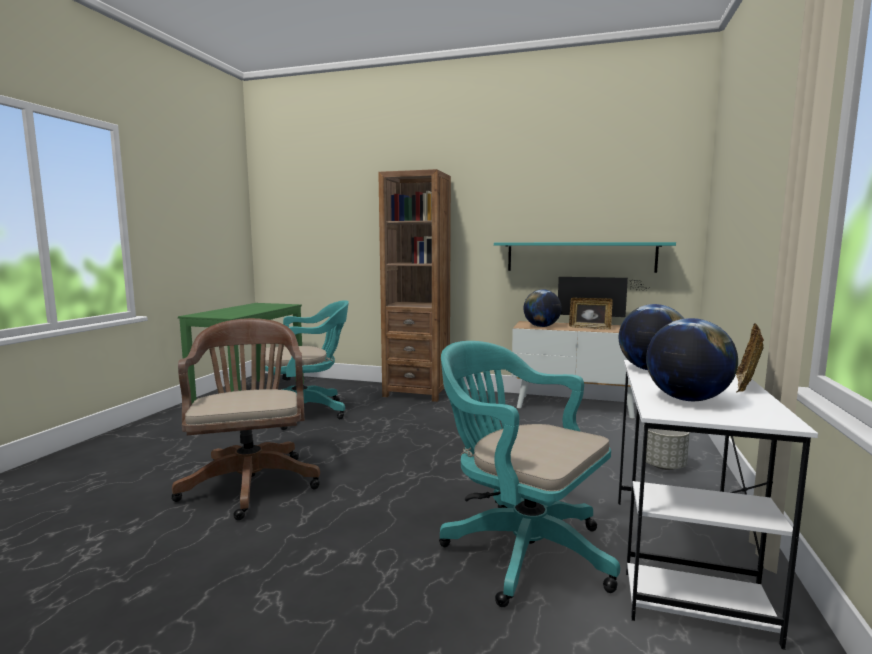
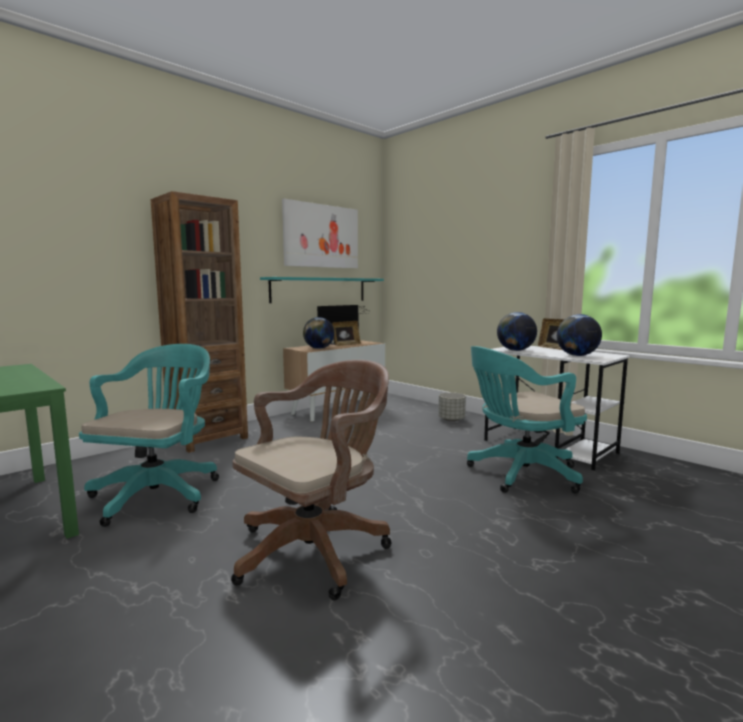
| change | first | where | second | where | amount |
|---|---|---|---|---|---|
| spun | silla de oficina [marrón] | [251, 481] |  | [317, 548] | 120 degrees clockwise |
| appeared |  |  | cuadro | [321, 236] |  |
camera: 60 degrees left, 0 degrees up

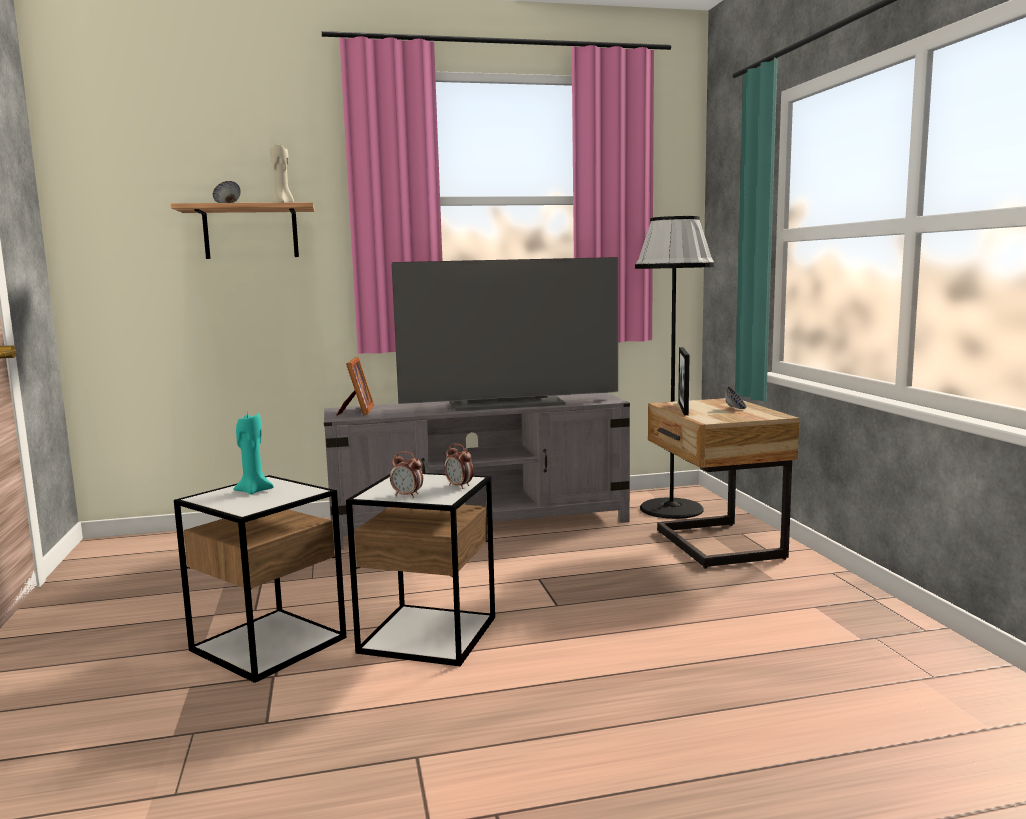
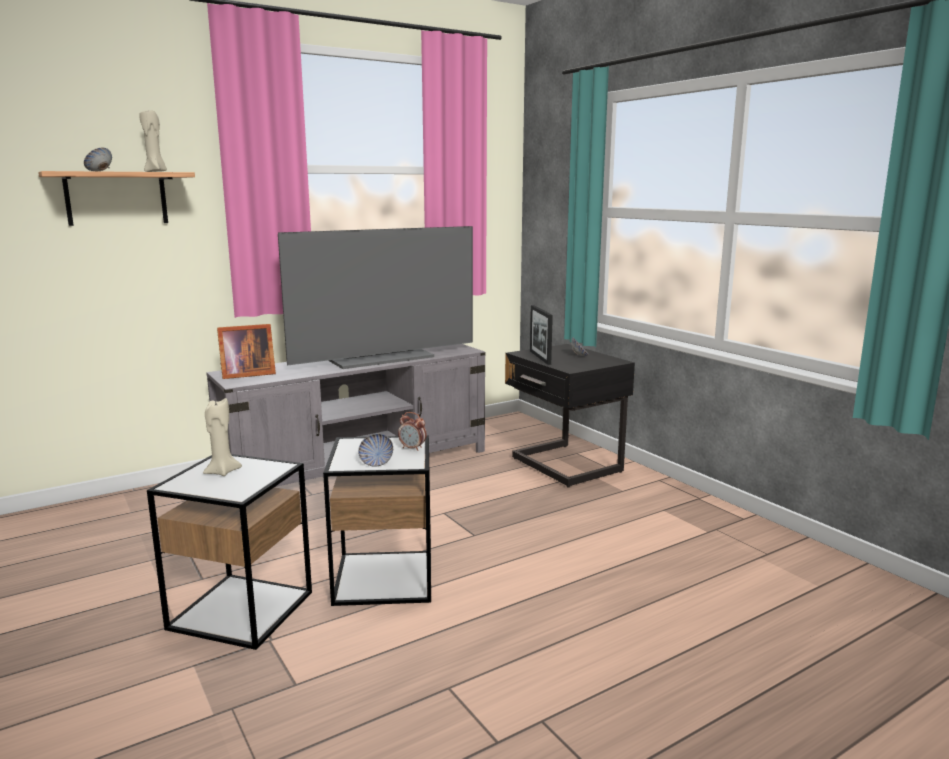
| change | first | where | second | where | amount |
|---|---|---|---|---|---|
| colour | vela [turquesa] | [254, 491] | vela [beis] | [222, 472] |  |
| spun | portarretratos | [357, 411] |  | [245, 374] | 90 degrees clockwise |
| exchanged | despertador | [407, 495] | cuenco | [376, 462] |  |
| colour | mesita de noche [beis] | [715, 545] | mesita de noche [negro] | [564, 466] |  |
| missing | lámpara de pie [negro] | [672, 508] |  |  |  |
camera: 20 degrees left, 5 degrees up

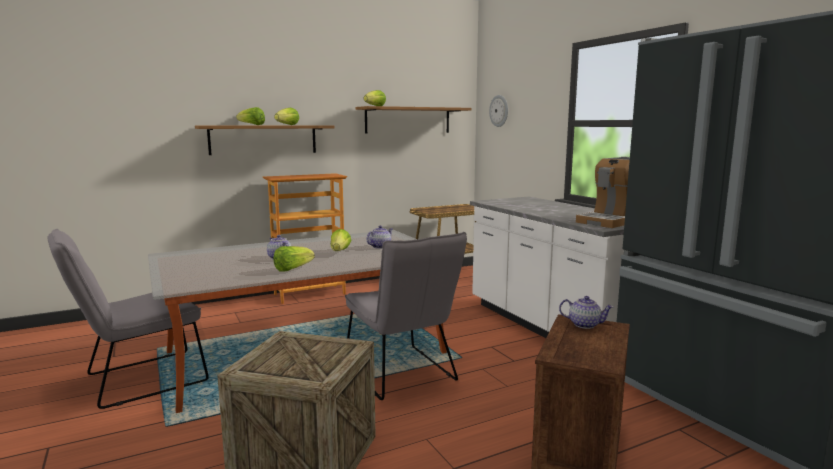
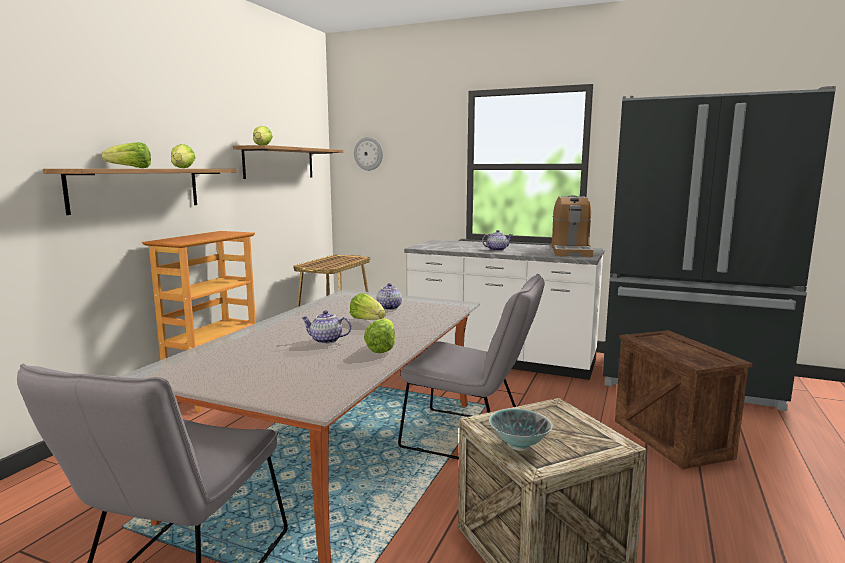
| change | first | where | second | where | amount |
|---|---|---|---|---|---|
| relocated | tetera | [585, 324] |  | [497, 249] |  |
| appeared |  |  | cuenco | [519, 446] |  |
camera: 40 degrees left, 0 degrees up

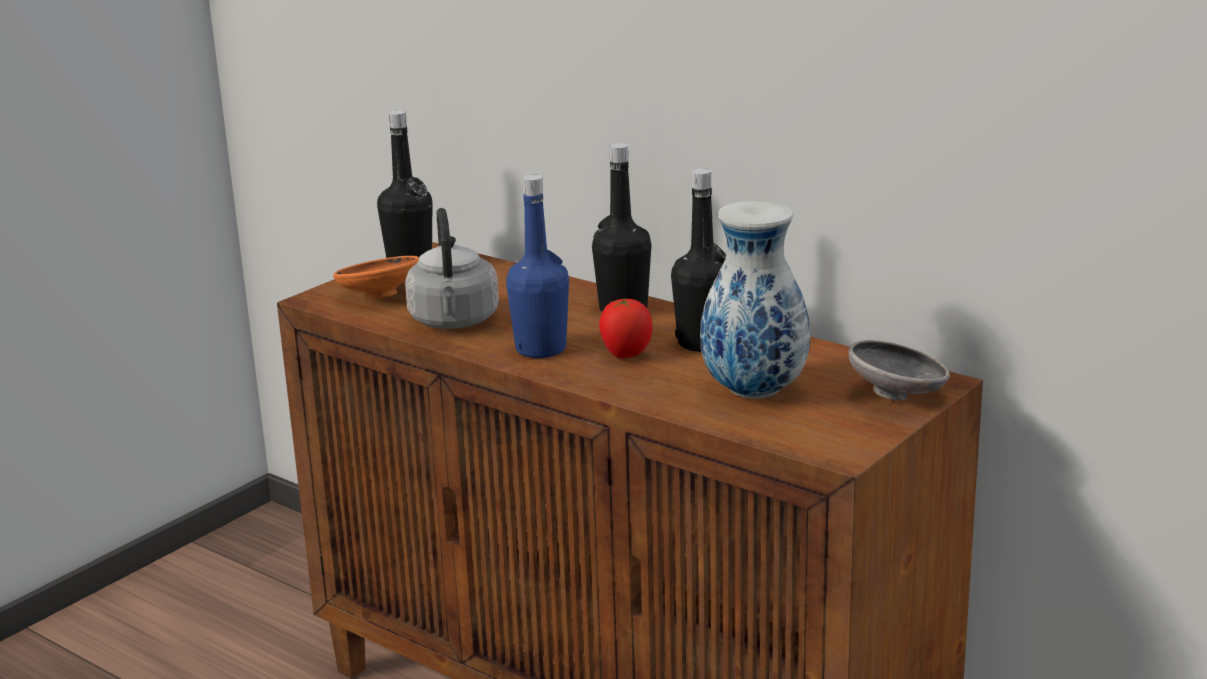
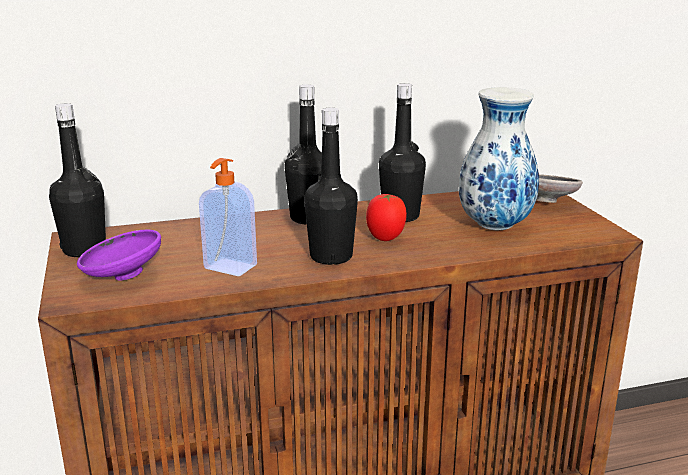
| change | first | where | second | where | amount |
|---|---|---|---|---|---|
| colour | cuenco [naranja] | [379, 296] | cuenco [morado] | [121, 276] |  |
| exchanged | hervidor [gris] | [454, 322] | dispensador de jabón | [229, 267] |  |
| colour | botella [azul] | [541, 349] | botella [negro] | [331, 257] |  |
camera: 55 degrees left, 0 degrees up

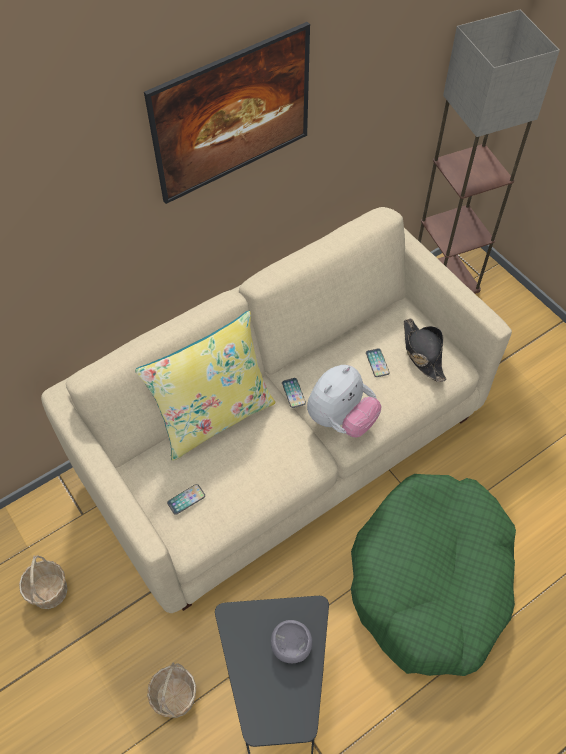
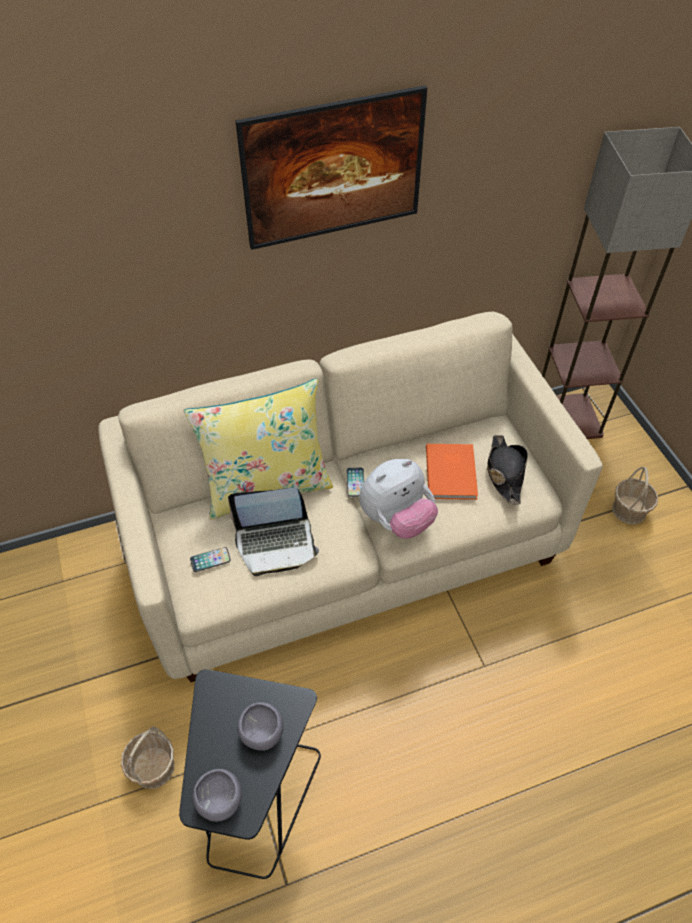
| change | first | where | second | where | amount |
|---|---|---|---|---|---|
| appeared |  |  | cuenco [gris] | [220, 799] |  |
| appeared |  |  | portátil | [275, 543] |  |
| exchanged | móvil | [377, 363] | libro [naranja] | [452, 472] |  |
| relocated | cesta | [49, 590] |  | [629, 510] |  |
| missing | cama para perro [verde] | [431, 580] |  |  |  |
camera: 15 degrees right, 5 degrees down

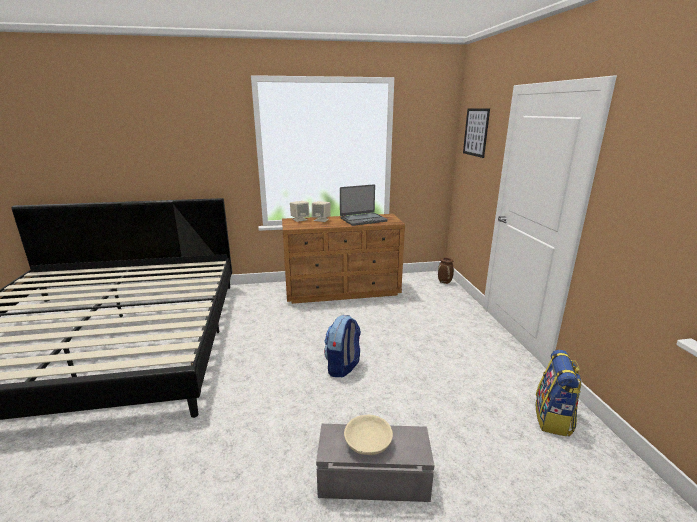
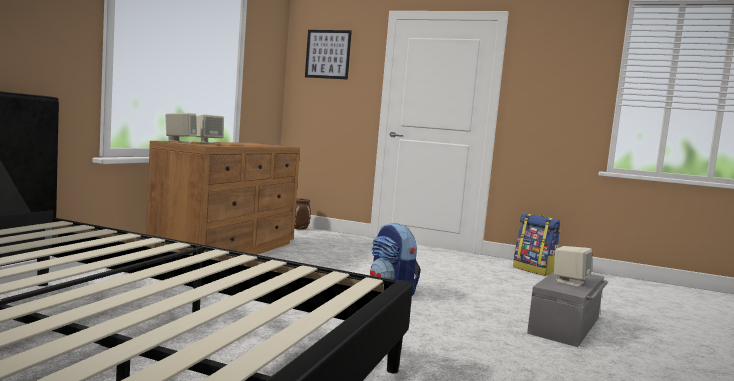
| change | first | where | second | where | amount |
|---|---|---|---|---|---|
| exchanged | cuenco [beis] | [368, 443] | altavoz [beis] | [570, 282] |  |
| missing | portátil | [363, 220] |  |  |  |
camera: 60 degrees left, 15 degrees down

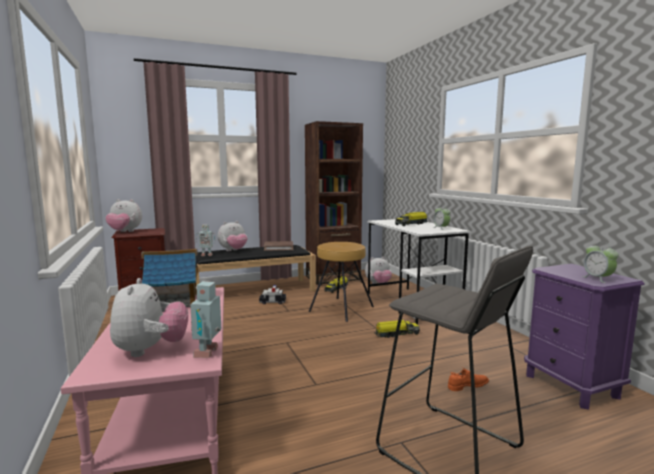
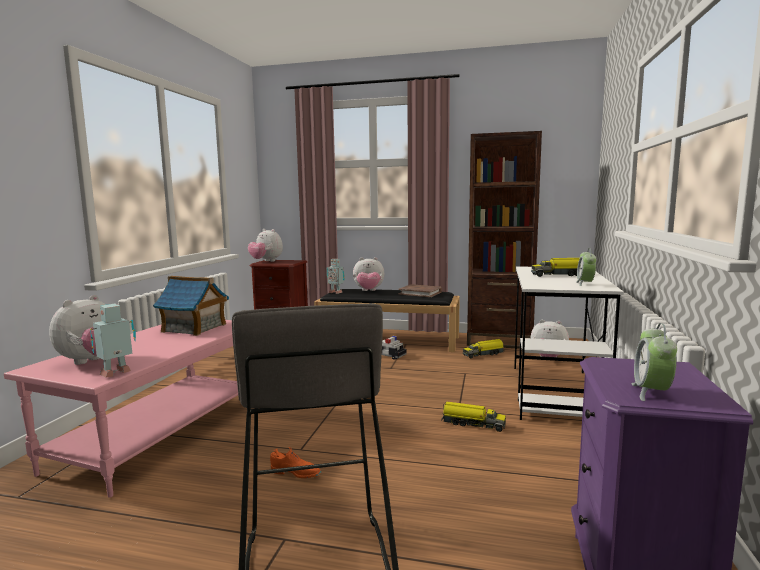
| change | first | where | second | where | amount |
|---|---|---|---|---|---|
| relocated | zapato [naranja] | [468, 386] |  | [296, 473] |  |
| missing | taburete [marrón] | [341, 309] |  |  |  |
camera: 35 degrees right, 0 degrees up

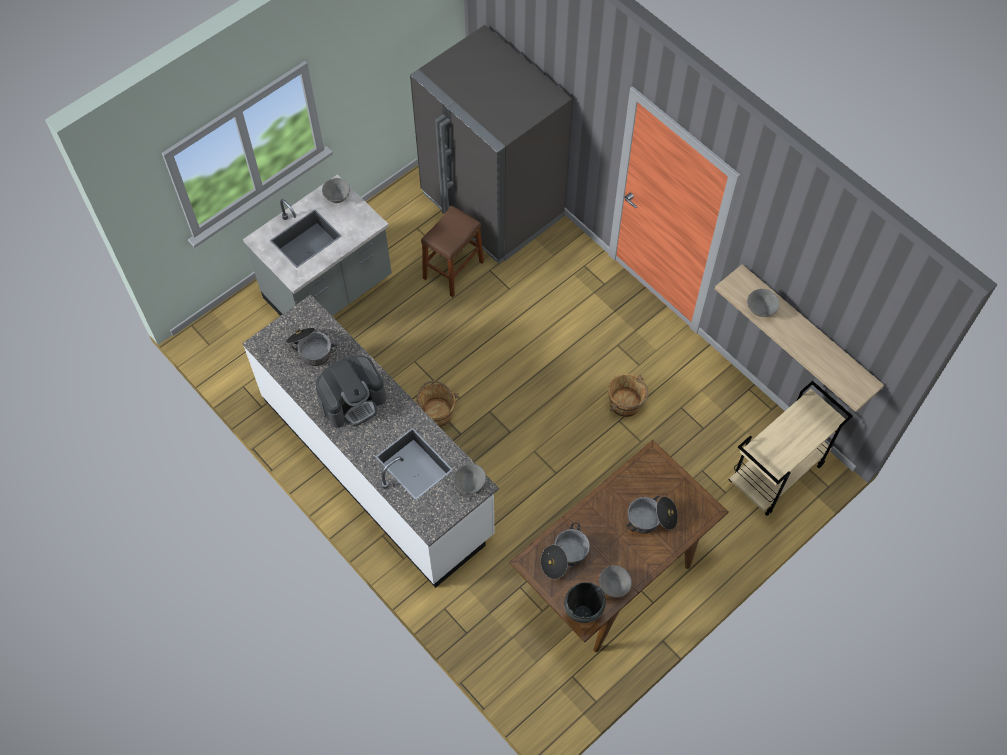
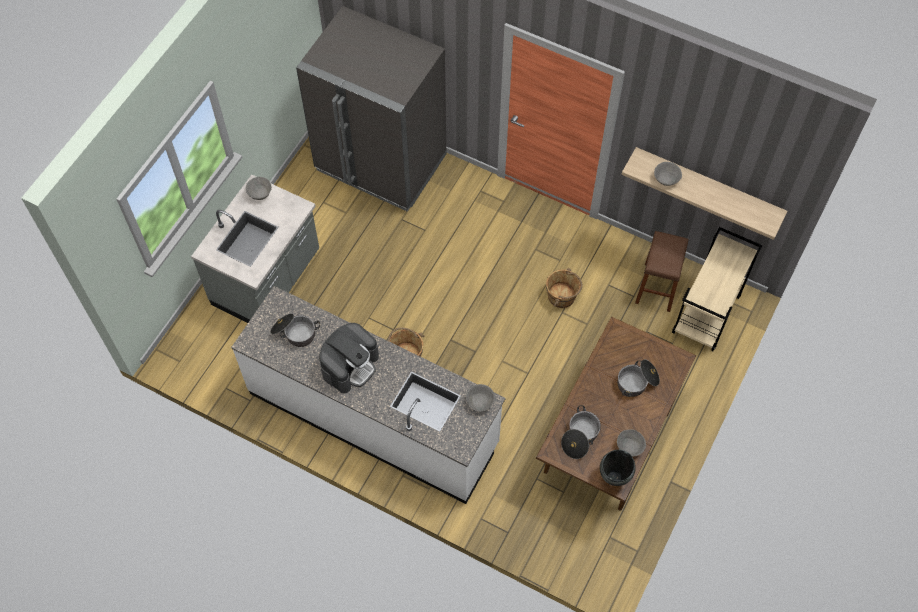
| change | first | where | second | where | amount |
|---|---|---|---|---|---|
| relocated | taburete [marrón] | [453, 270] |  | [657, 287] |  |
camera: 20 degrees left, 0 degrees up

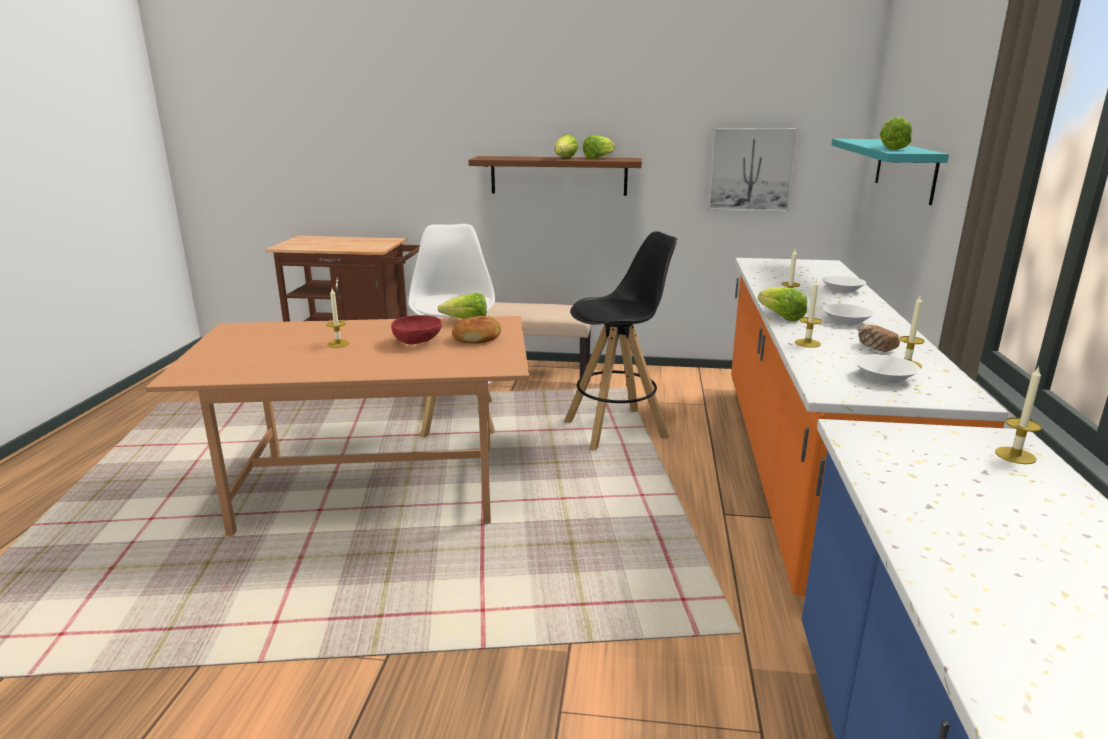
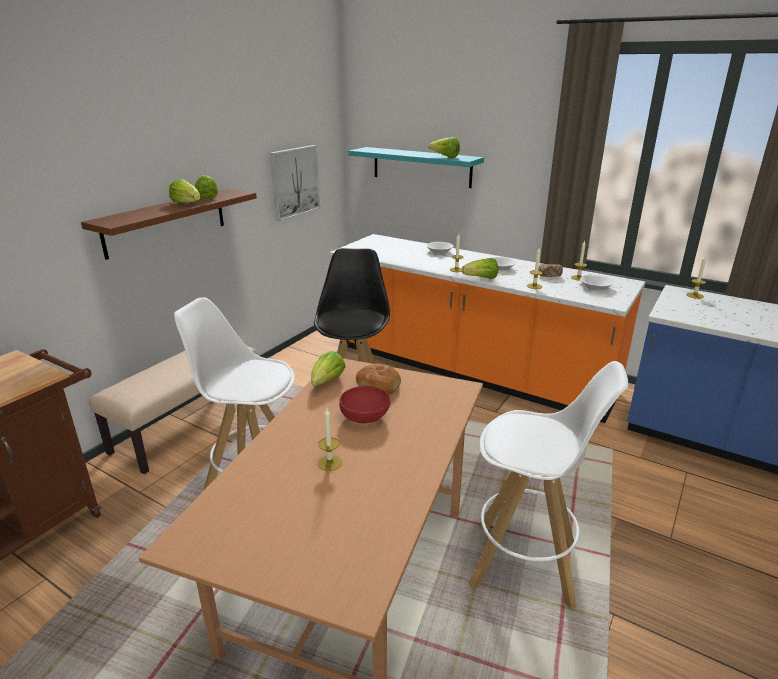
| change | first | where | second | where | amount |
|---|---|---|---|---|---|
| appeared |  |  | taburete [blanco] | [525, 565] |  |
camera: 65 degrees left, 5 degrees up

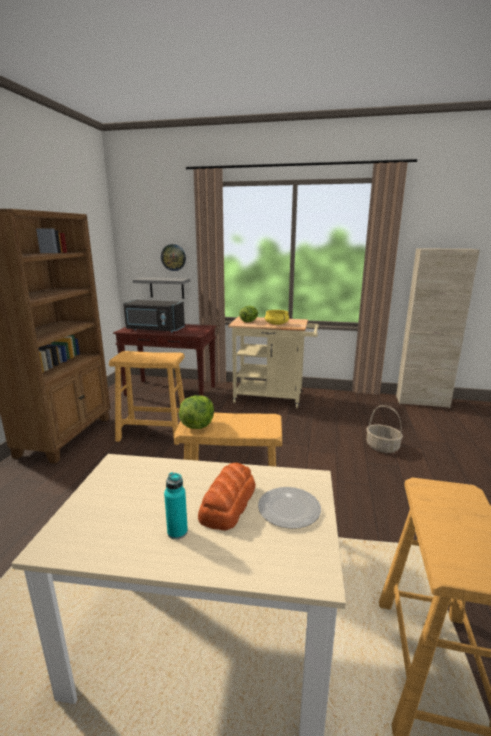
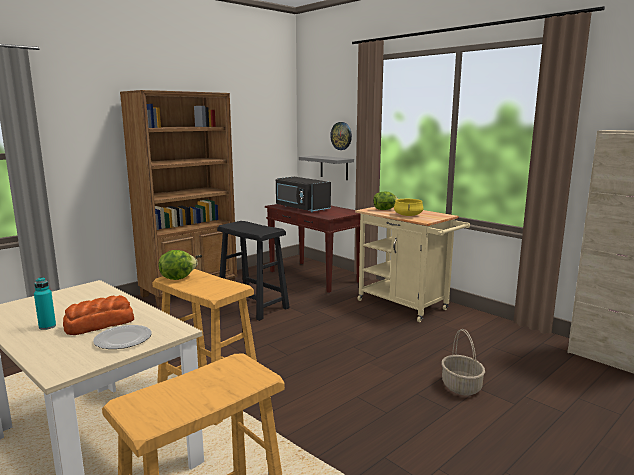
| change | first | where | second | where | amount |
|---|---|---|---|---|---|
| colour | taburete [beis] | [153, 433] | taburete [negro] | [252, 306] |  |
camera: 35 degrees right, 5 degrees down

